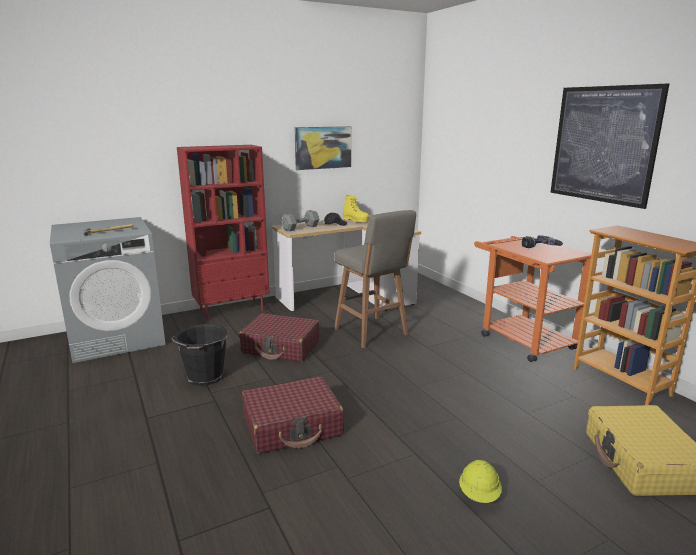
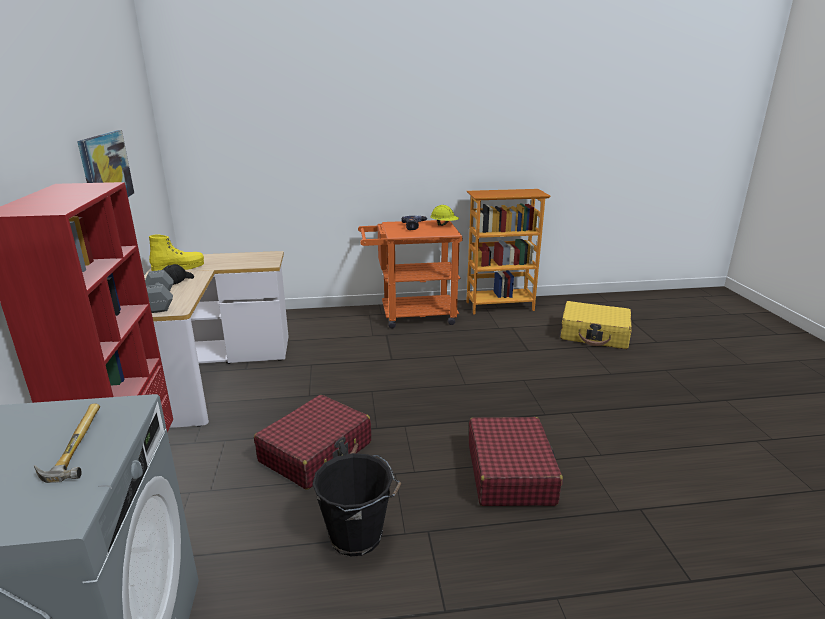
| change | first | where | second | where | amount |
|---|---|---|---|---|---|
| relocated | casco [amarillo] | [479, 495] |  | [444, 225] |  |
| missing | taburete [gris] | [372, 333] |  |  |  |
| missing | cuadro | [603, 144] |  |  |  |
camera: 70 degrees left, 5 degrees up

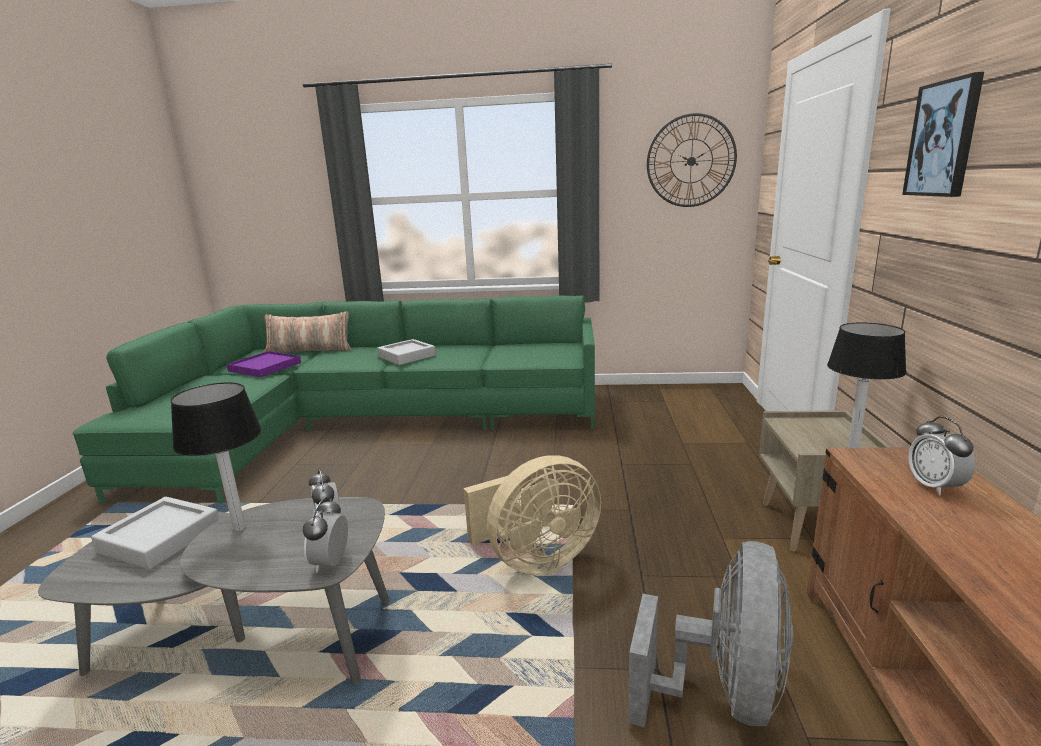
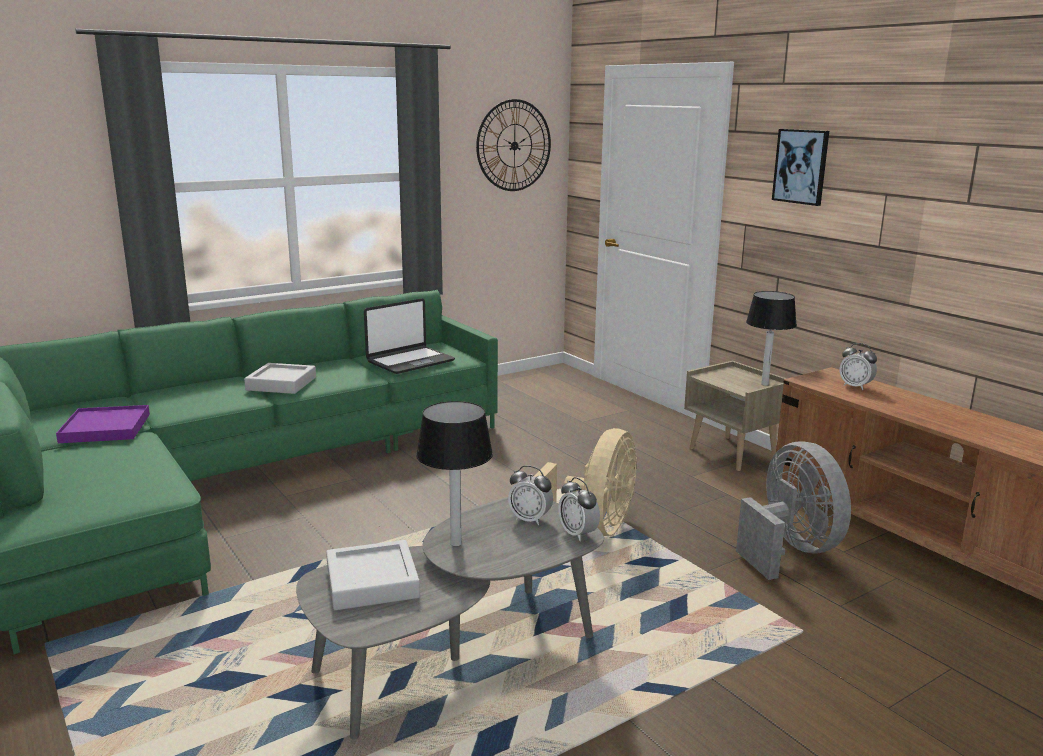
| change | first | where | second | where | amount |
|---|---|---|---|---|---|
| appeared |  |  | portátil | [410, 361] |  |
| missing | cojín | [309, 350] |  |  |  |
camera: 40 degrees left, 0 degrees up

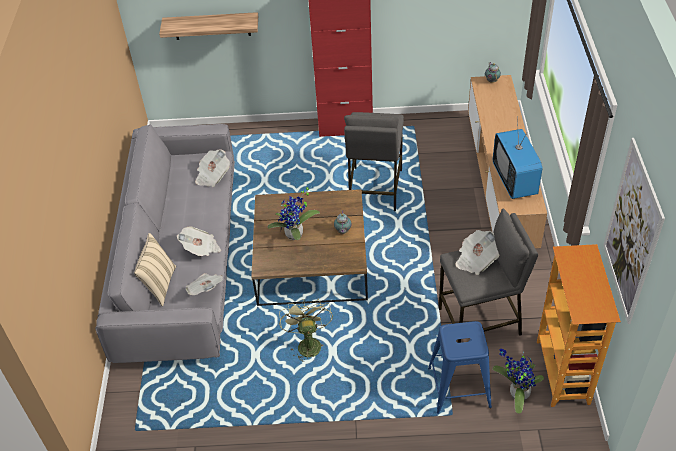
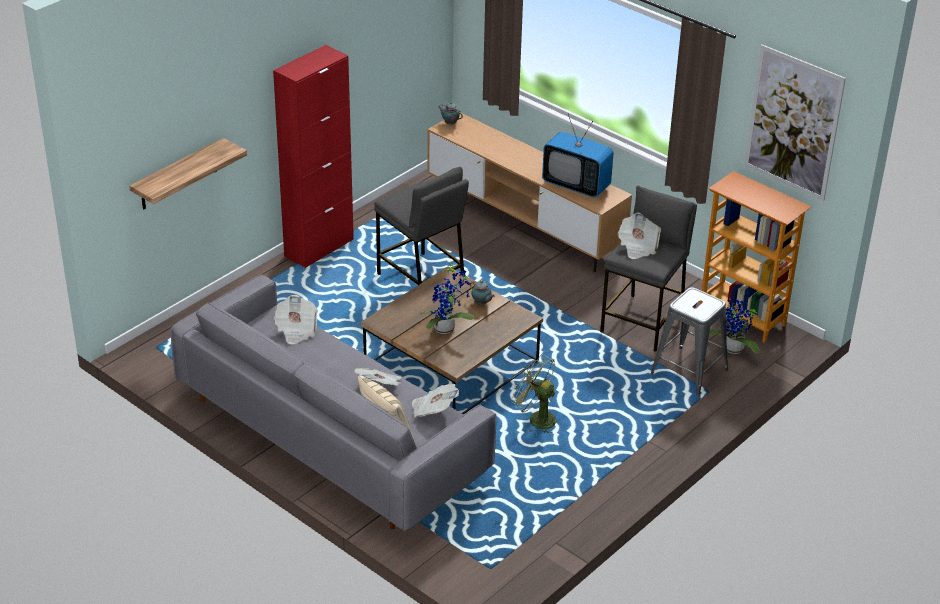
| change | first | where | second | where | amount |
|---|---|---|---|---|---|
| colour | taburete [azul] | [459, 387] | taburete [gris] | [689, 372] |  |
camera: 50 degrees left, 10 degrees down

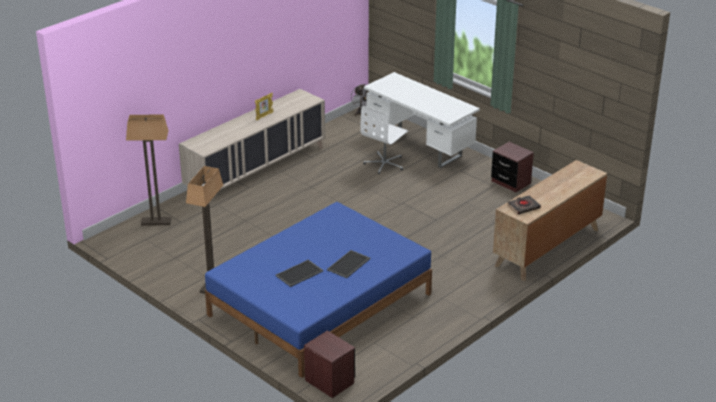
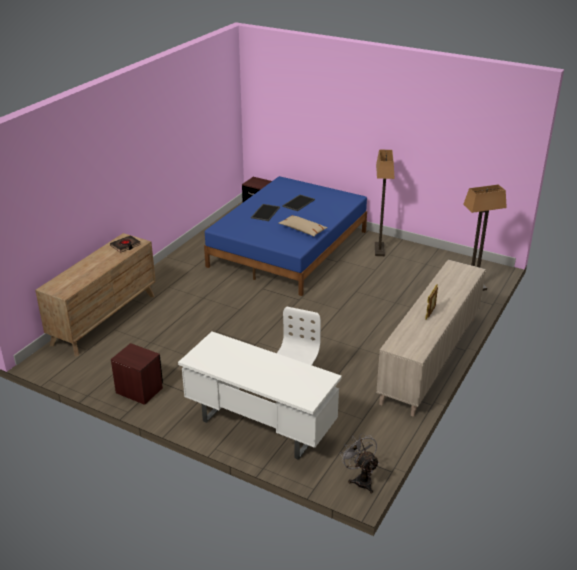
| change | first | where | second | where | amount |
|---|---|---|---|---|---|
| appeared |  |  | cojín [beis] | [302, 230] |  |
camera: 165 degrees right, 0 degrees up

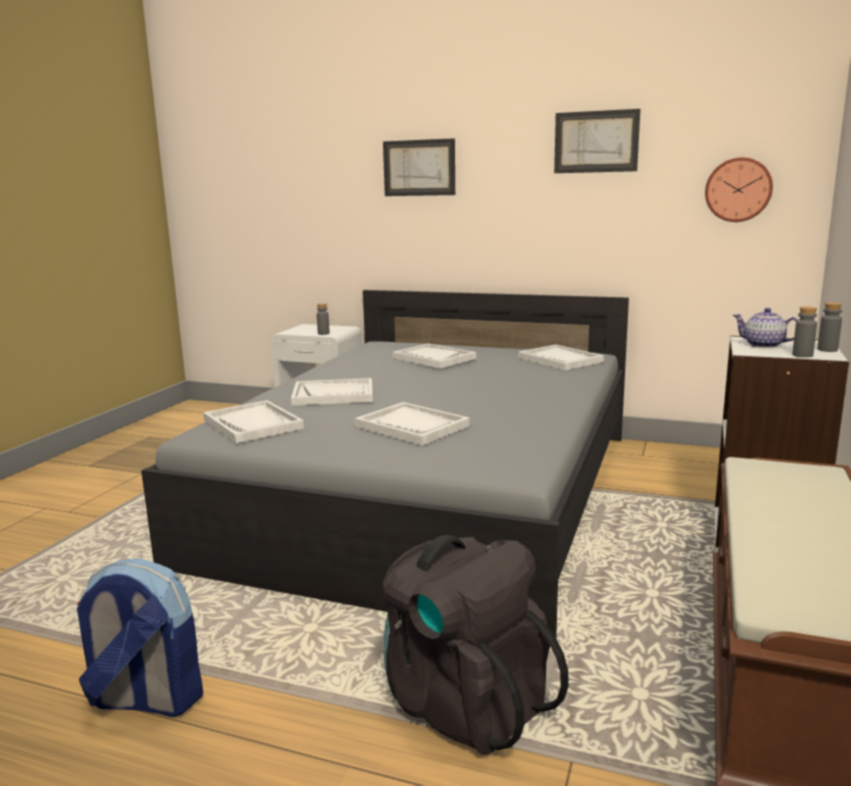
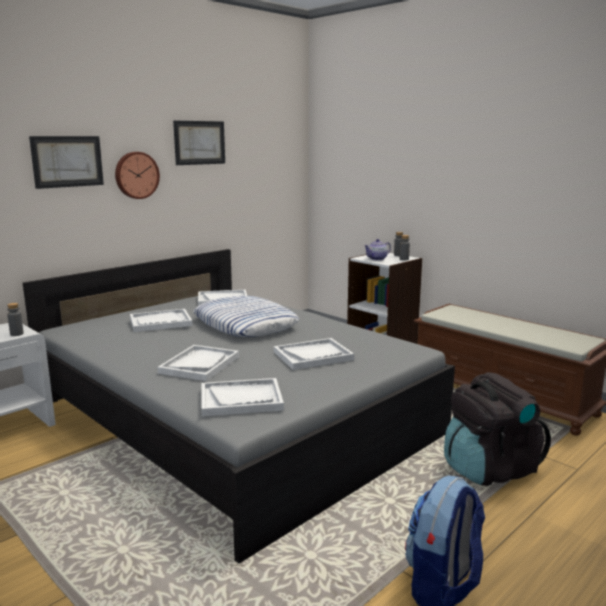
| change | first | where | second | where | amount |
|---|---|---|---|---|---|
| relocated | reloj de pared | [738, 189] |  | [136, 175] |  |
| appeared |  |  | cojín | [245, 324] |  |
camera: 65 degrees left, 0 degrees up

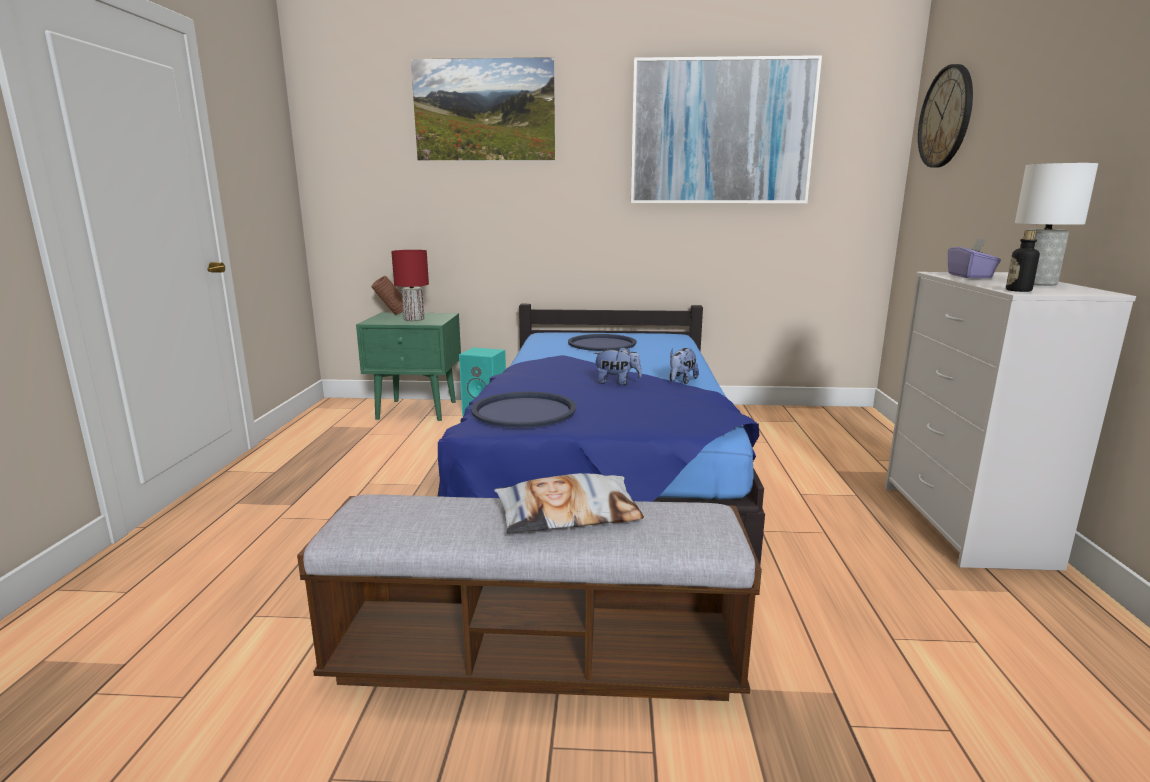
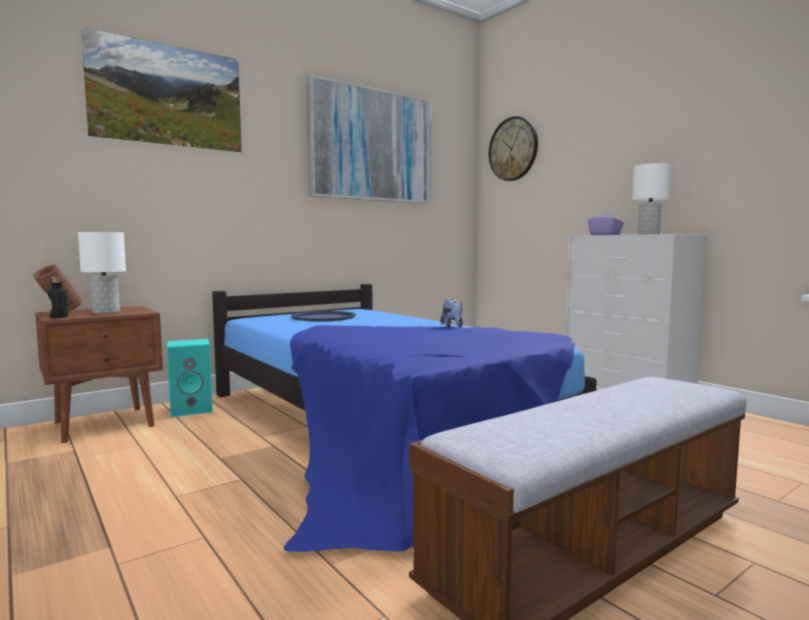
| change | first | where | second | where | amount |
|---|---|---|---|---|---|
| colour | mesita de noche [verde] | [418, 410] | mesita de noche [marrón] | [106, 424] |  |
| relocated | botella | [1018, 290] |  | [59, 317] |  |
| colour | lámpara de mesa [rojo] | [414, 319] | lámpara de mesa [blanco] | [106, 312] |  |
| missing | bandeja [azul] | [524, 411] |  |  |  |
| missing | cojín | [568, 514] |  |  |  |
| missing | peluche | [617, 382] |  |  |  |
camera: 40 degrees left, 10 degrees down

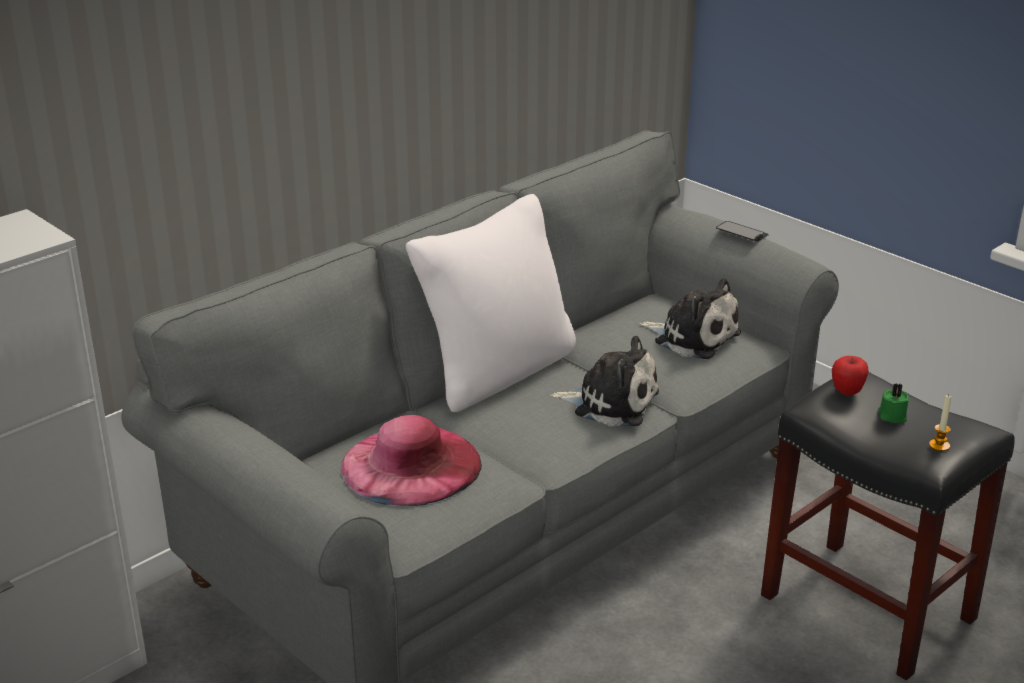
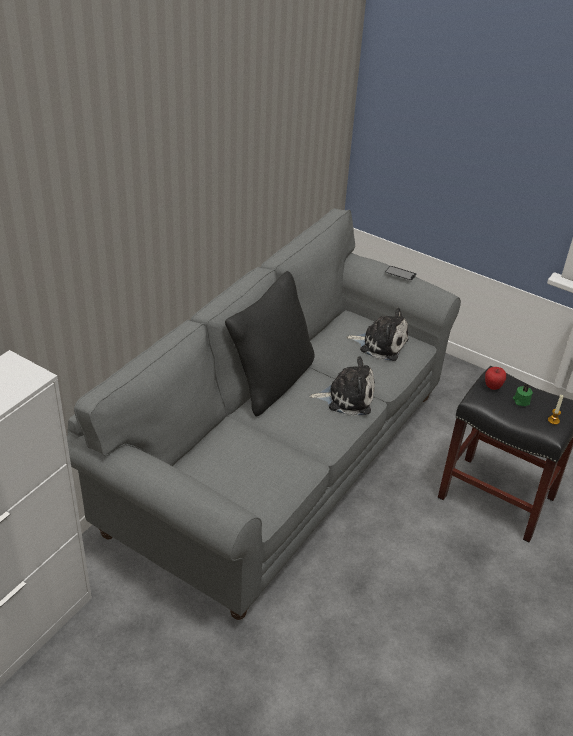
| change | first | where | second | where | amount |
|---|---|---|---|---|---|
| colour | cojín [blanco] | [496, 372] | cojín [negro] | [271, 382] |  |
| missing | sombrero [rosa] | [411, 464] |  |  |  |
camera: 15 degrees left, 10 degrees up

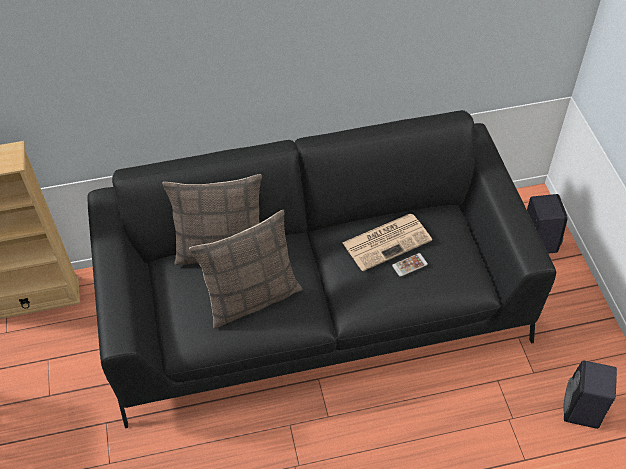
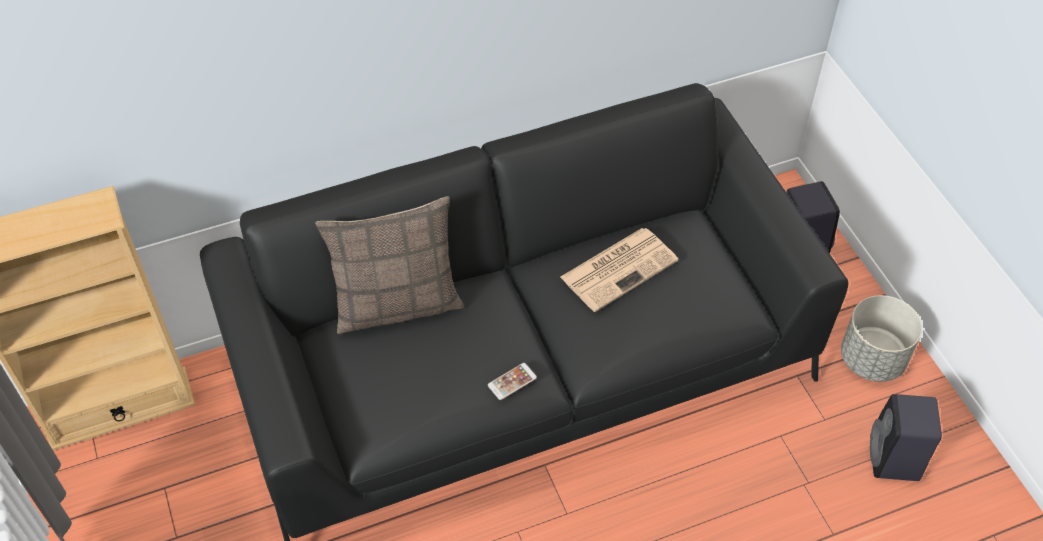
| change | first | where | second | where | amount |
|---|---|---|---|---|---|
| relocated | móvil | [409, 265] |  | [512, 381] |  |
| appeared |  |  | maceta [gris] | [872, 359] |  |
| missing | cojín | [252, 297] |  |  |  |
camera: 10 degrees left, 0 degrees up

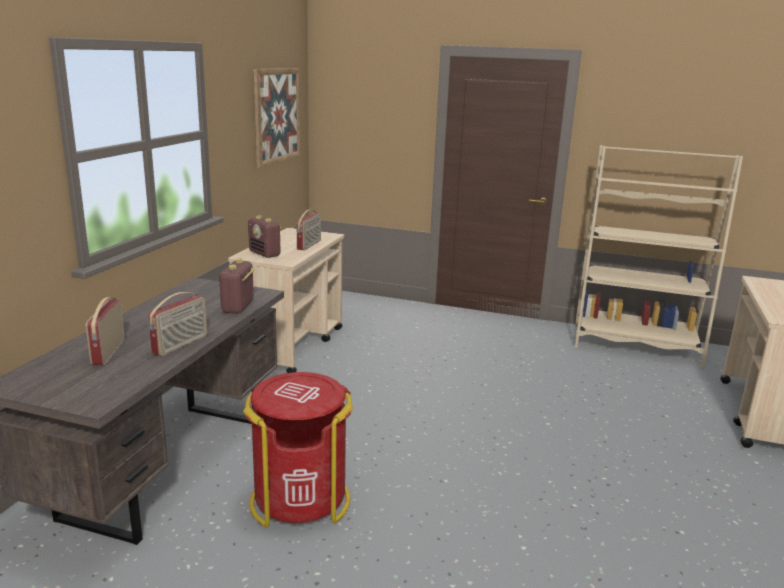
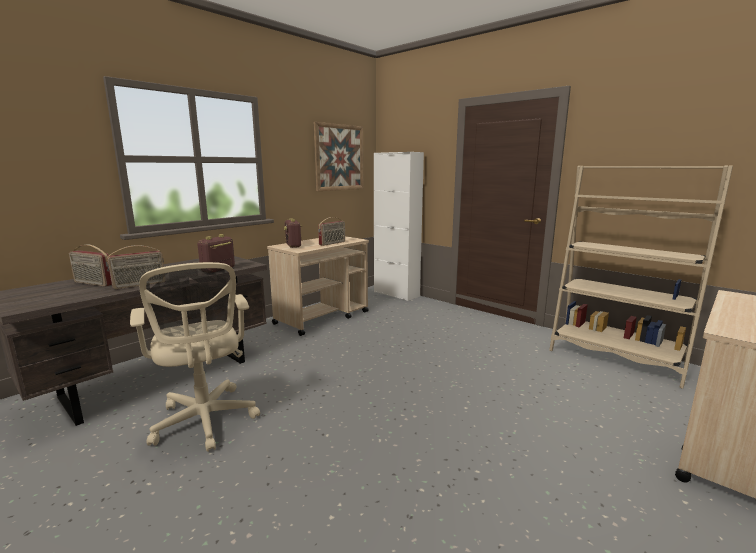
| change | first | where | second | where | amount |
|---|---|---|---|---|---|
| spun | radio | [107, 352] |  | [93, 283] | 90 degrees counterclockwise |
| exchanged | papelera [rojo] | [300, 500] | silla de oficina [beis] | [205, 422] |  |
| appeared |  |  | armario [blanco] | [396, 294] |  |
camera: 25 degrees right, 5 degrees down

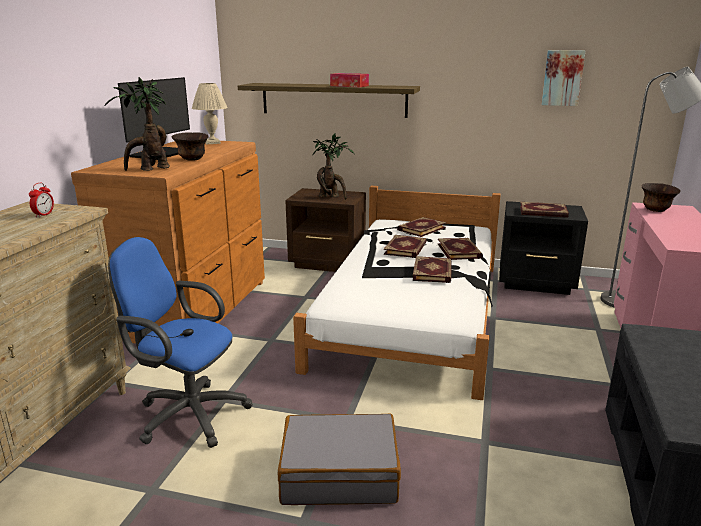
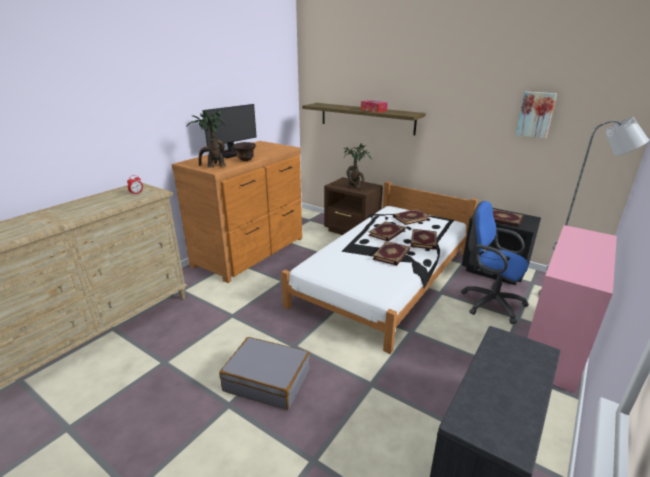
| change | first | where | second | where | amount |
|---|---|---|---|---|---|
| relocated | silla de oficina [azul] | [187, 414] |  | [489, 303] |  |
| missing | lámpara de mesa [beis] | [212, 142] |  |  |  |
| missing | cuenco [marrón] | [656, 210] |  |  |  |
camera: 20 degrees right, 5 degrees up

